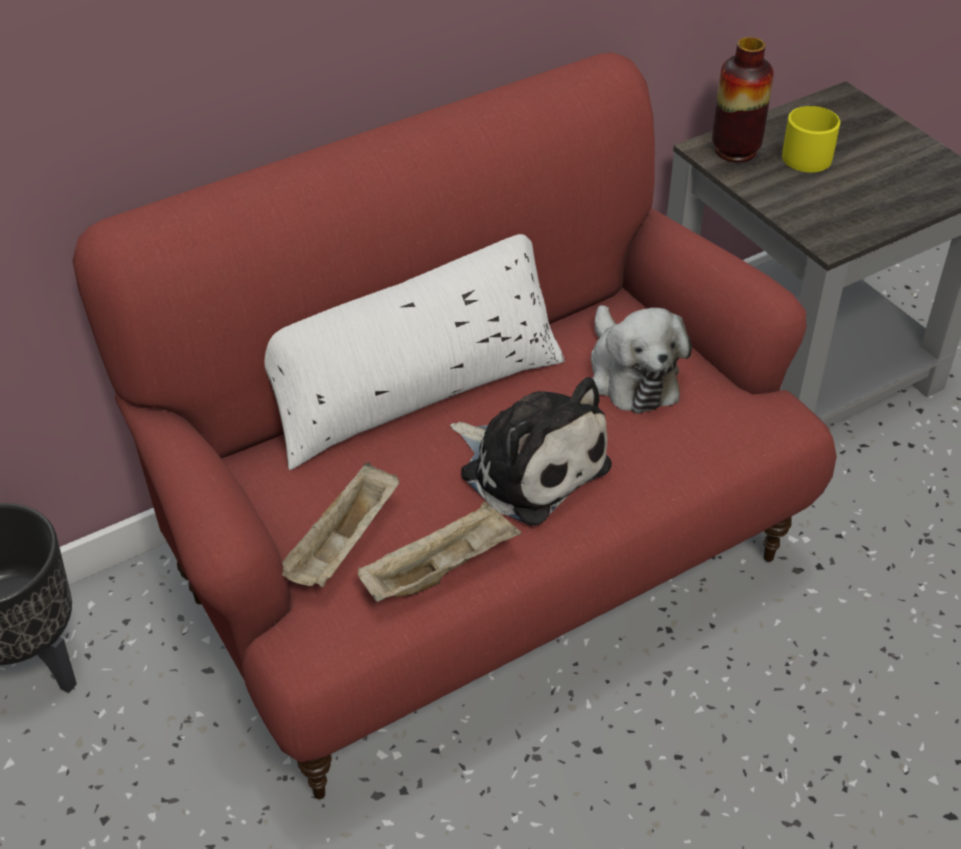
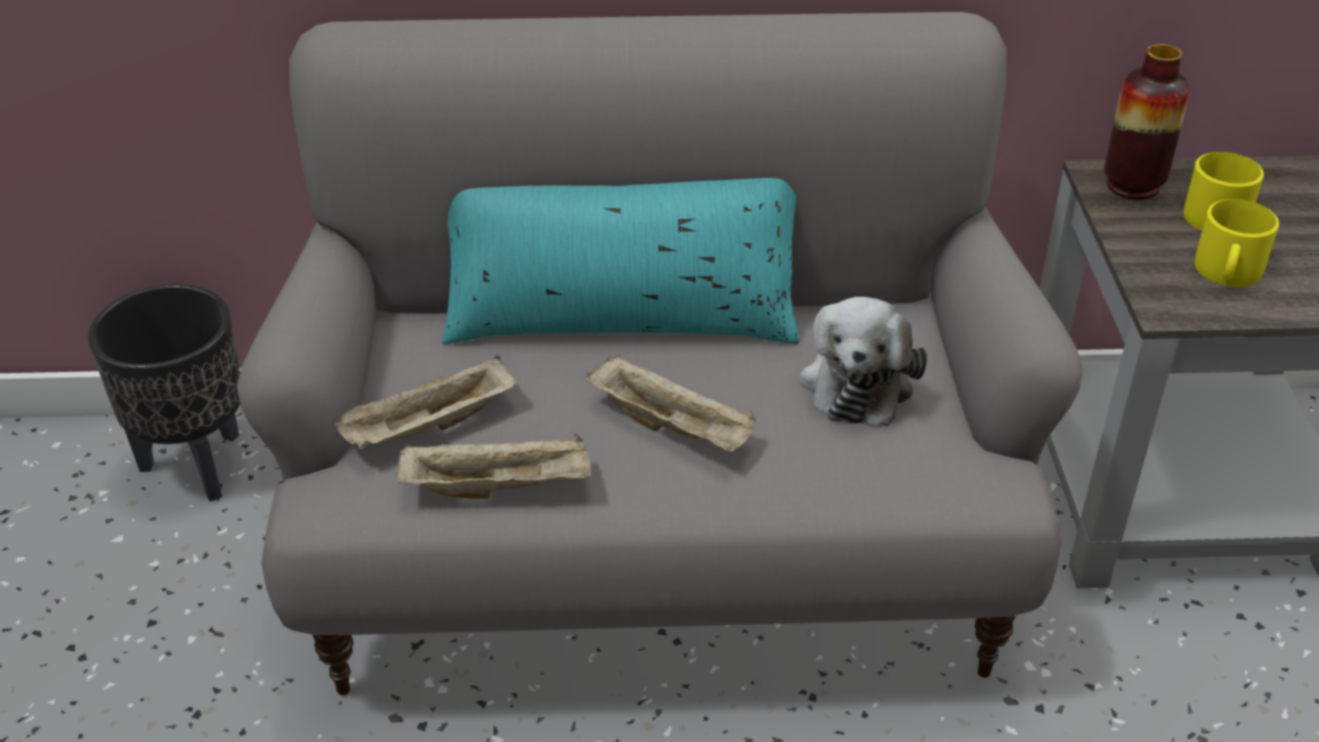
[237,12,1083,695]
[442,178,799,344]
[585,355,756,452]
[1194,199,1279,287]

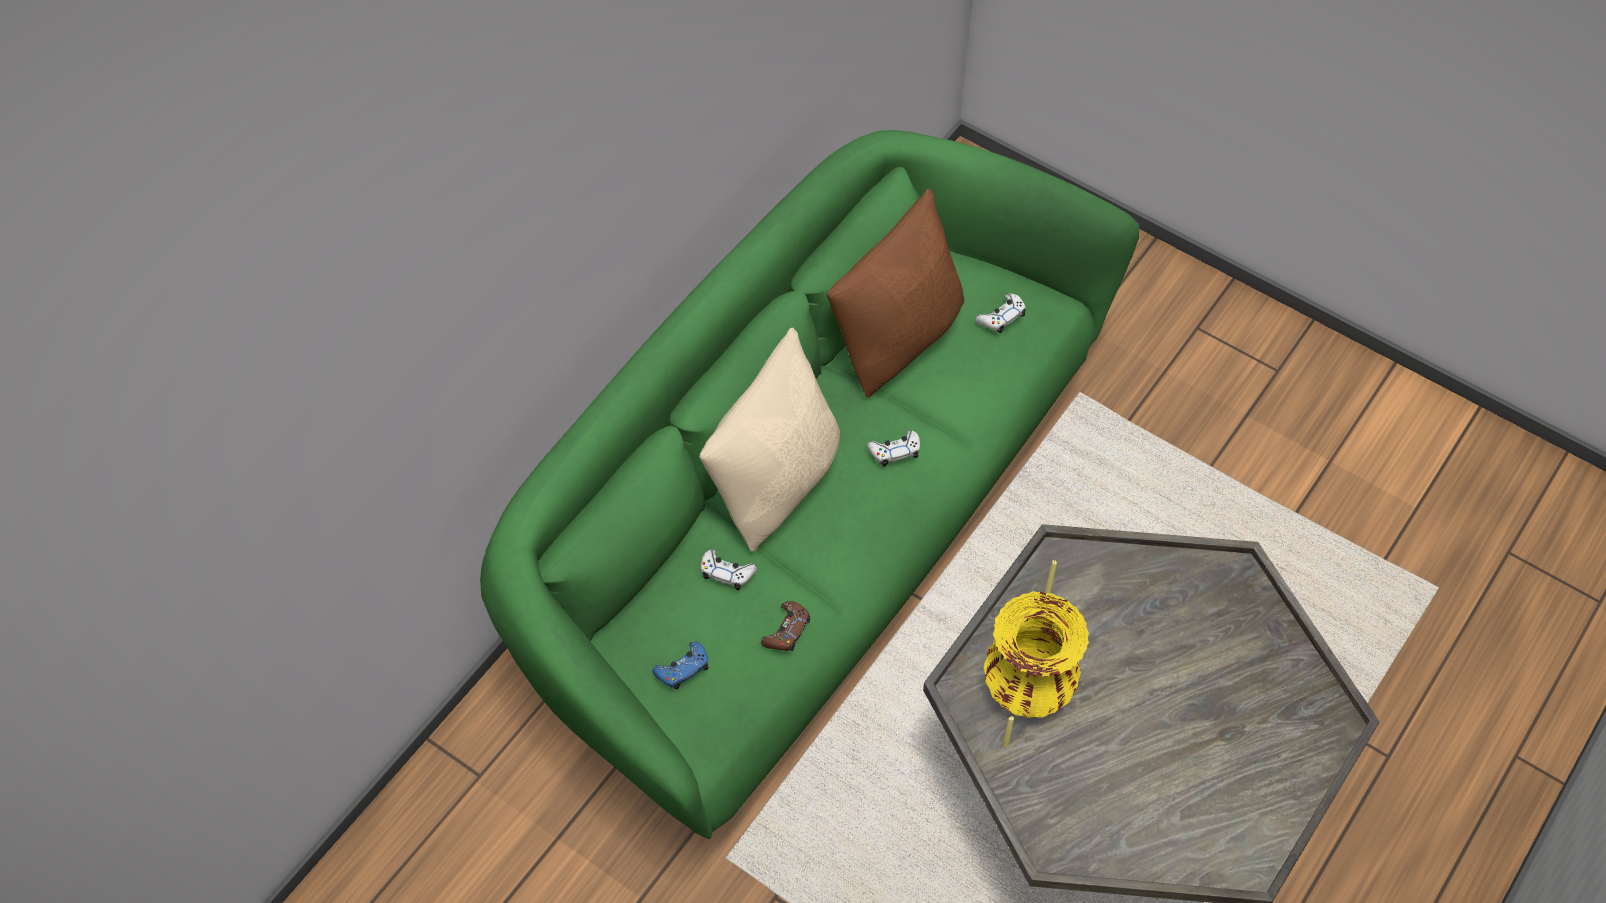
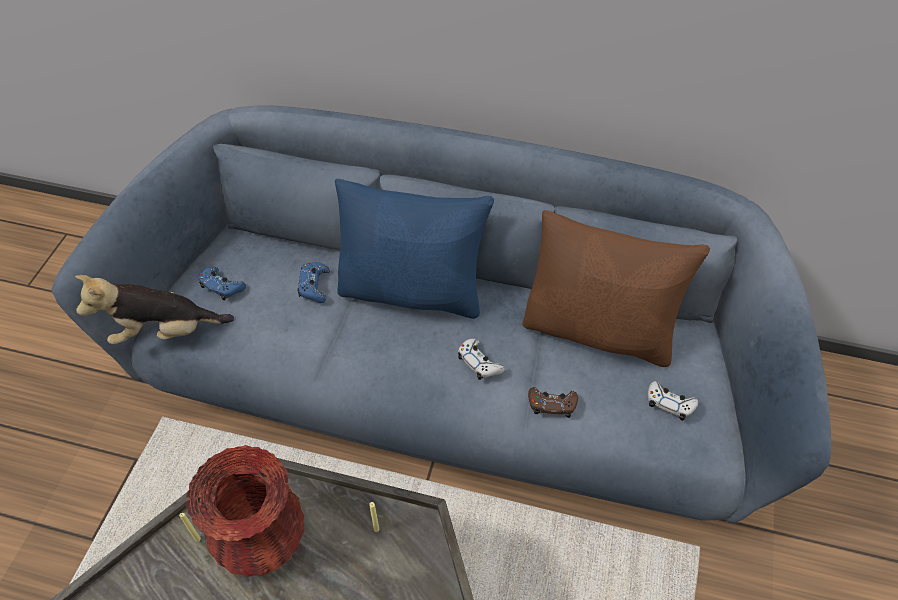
[51,105,831,523]
[75,275,234,345]
[186,445,304,577]
[297,262,330,303]
[335,179,494,319]
[528,387,578,418]

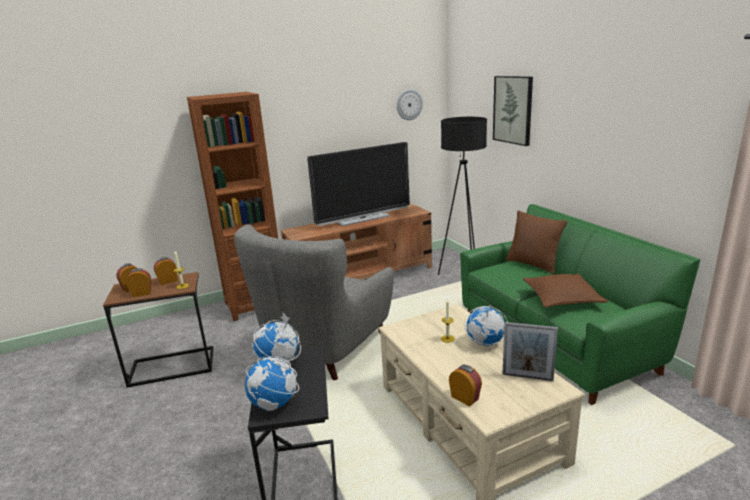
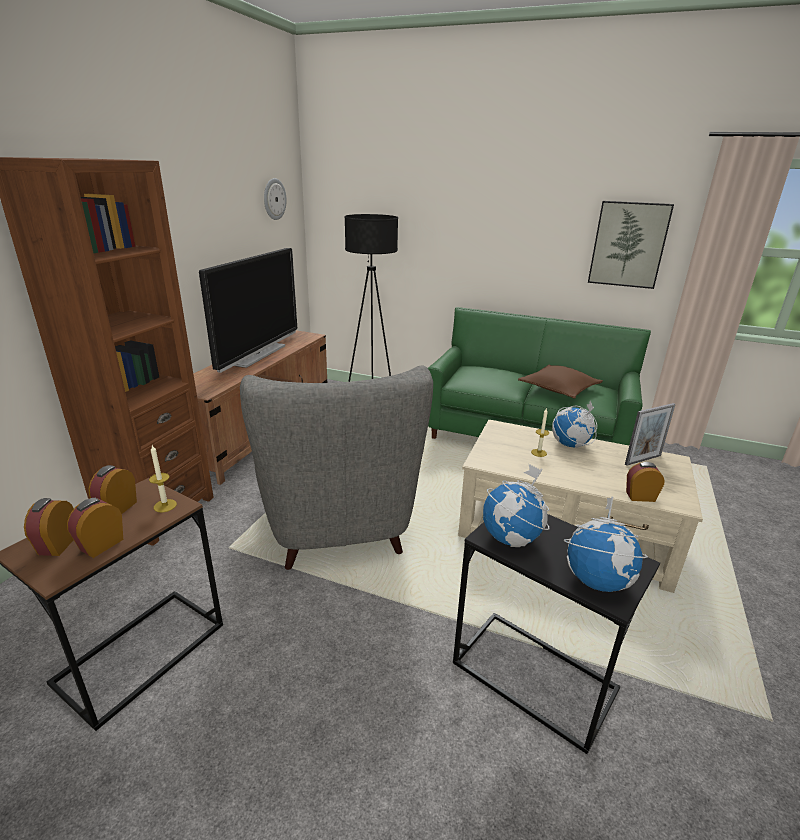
[588,201,674,289]
[506,210,567,274] (first image)

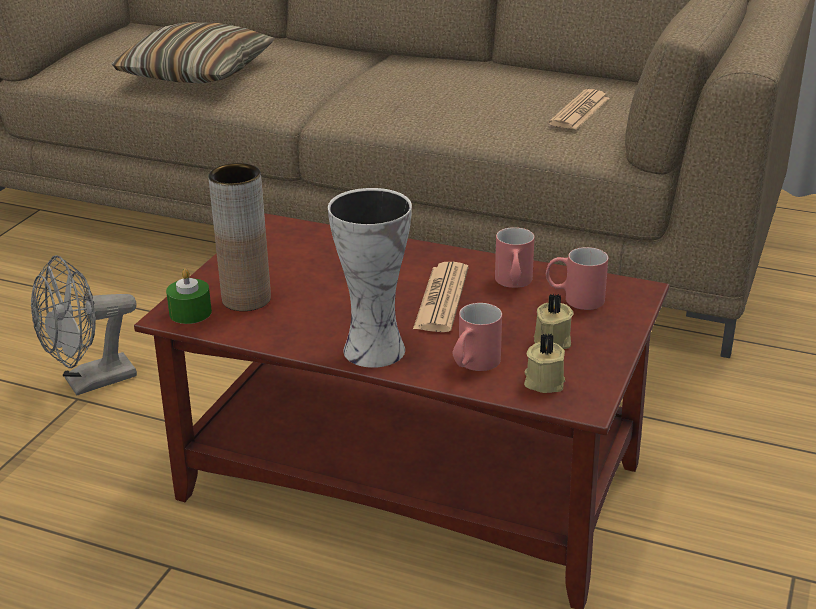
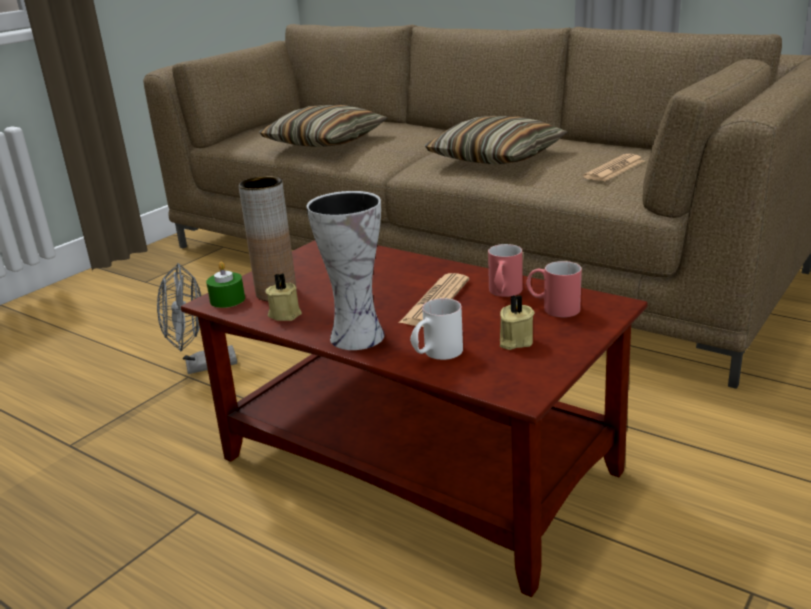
[265,273,302,321]
[410,298,463,360]
[424,116,568,165]

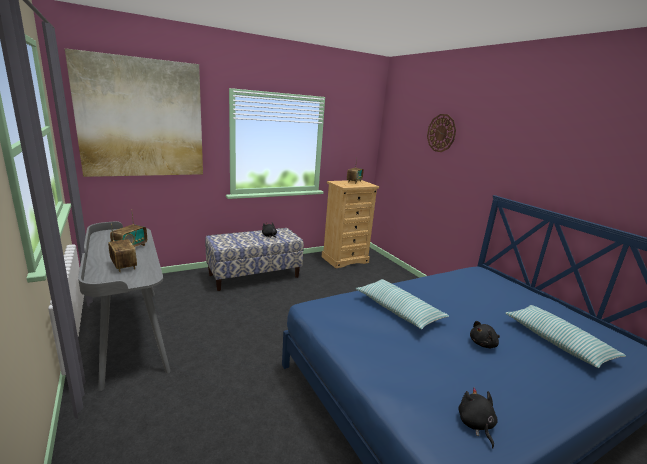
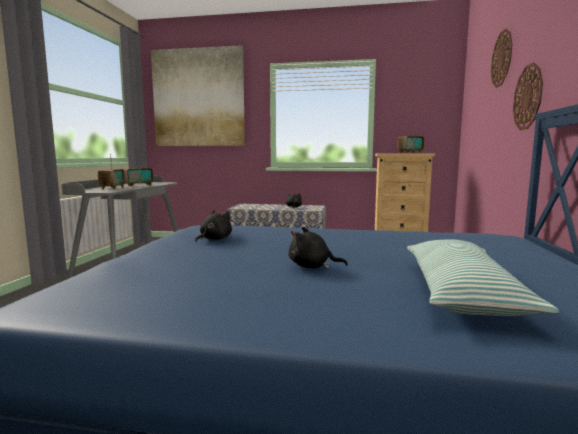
[195,210,232,242]
[513,62,543,130]
[356,279,449,329] (first image)

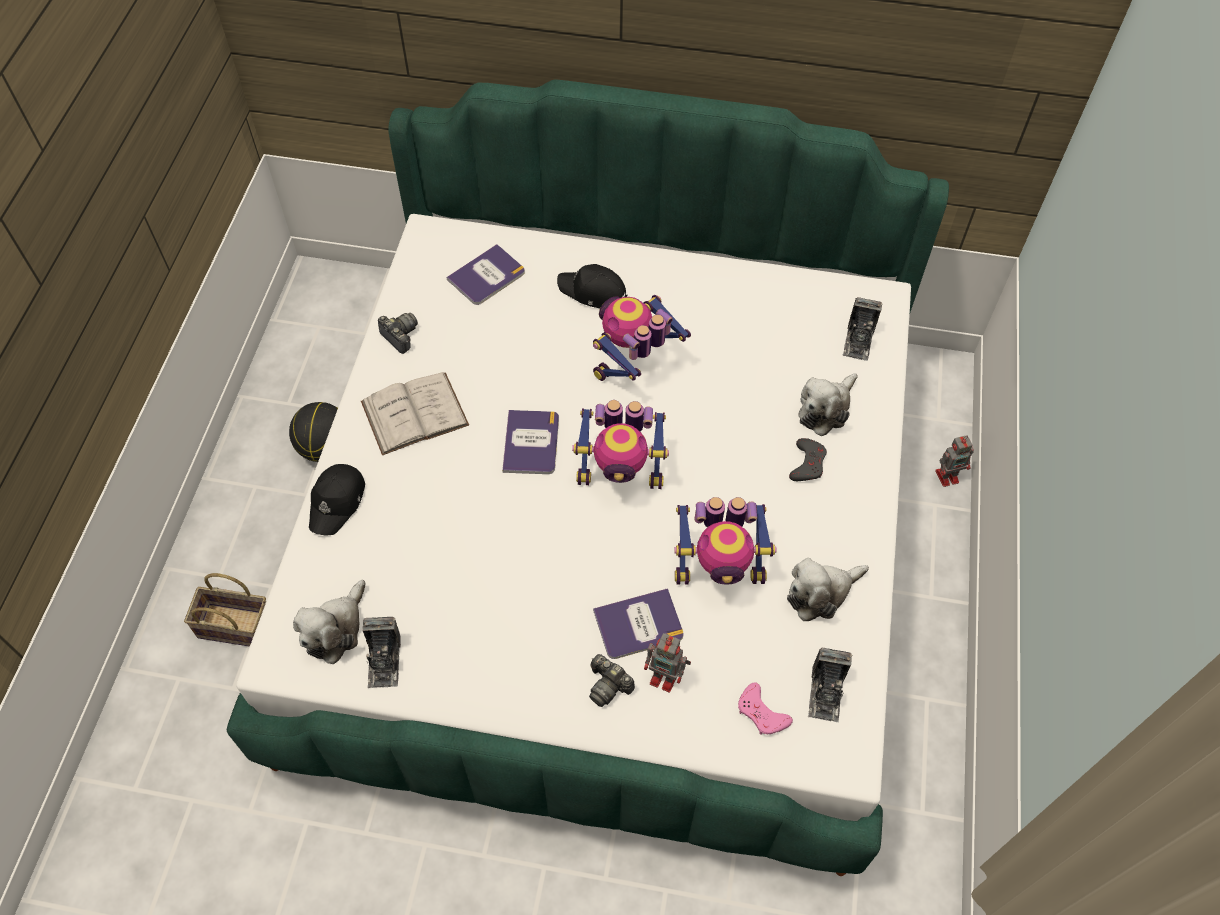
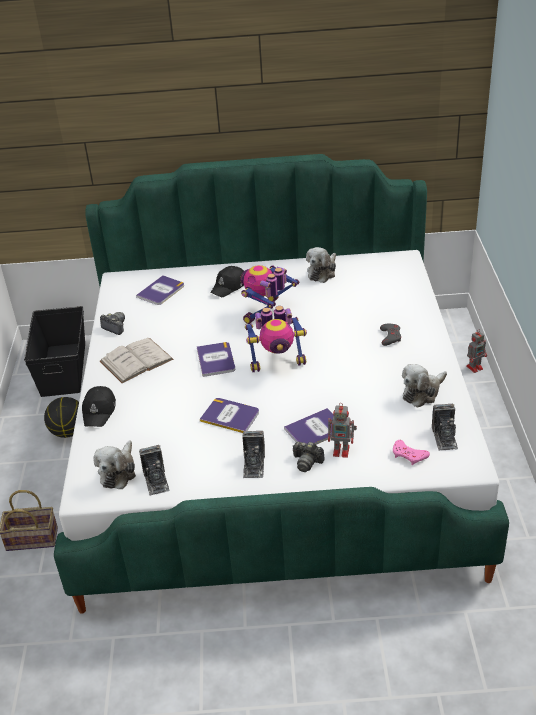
[24,306,85,397]
[200,398,259,433]
[210,266,244,297]
[243,431,265,478]
[306,247,336,283]
[674,497,776,585] (first image)

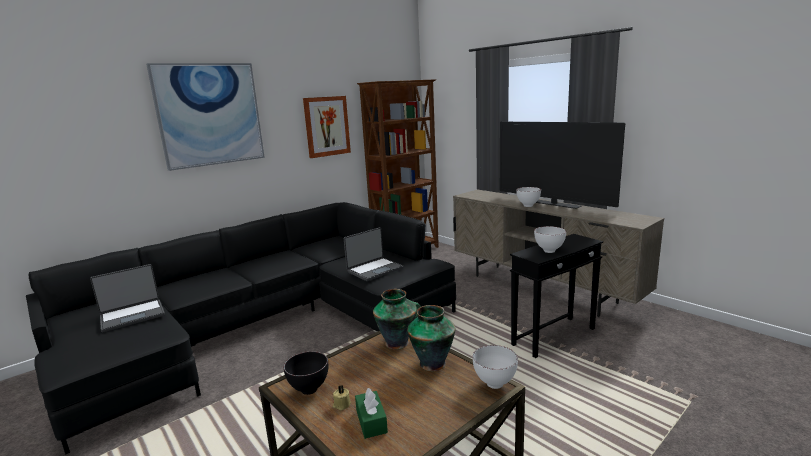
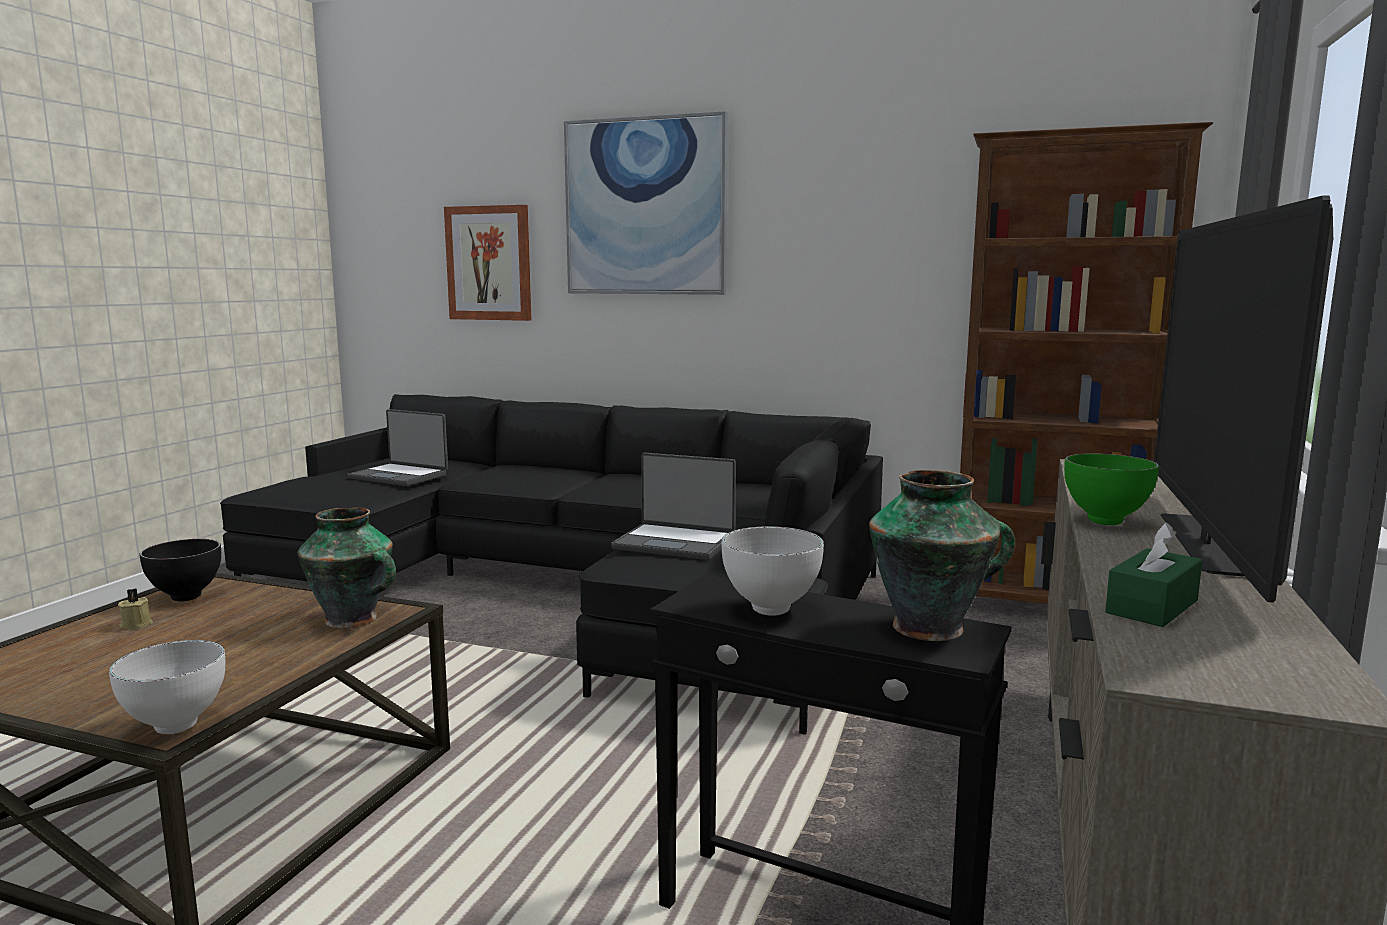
[444,205,532,321]
[869,470,1015,641]
[1064,453,1159,525]
[1105,523,1202,627]

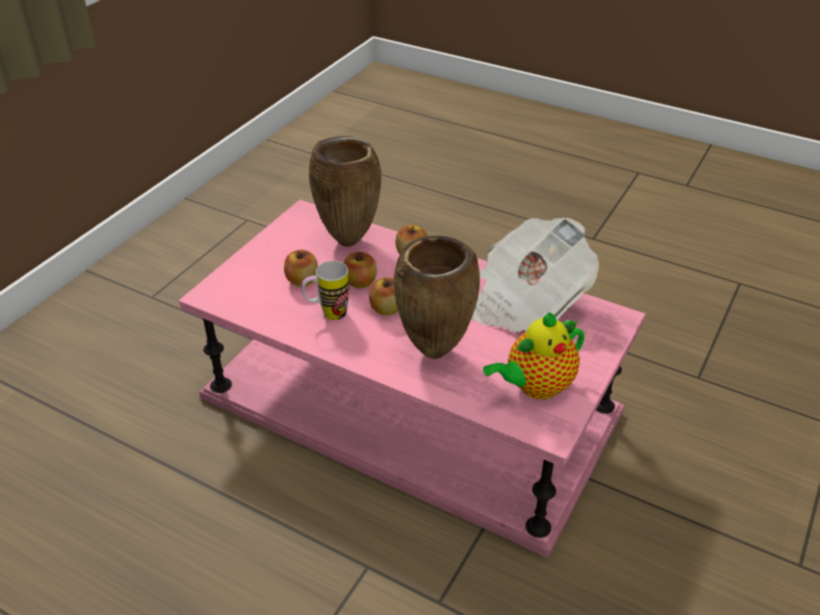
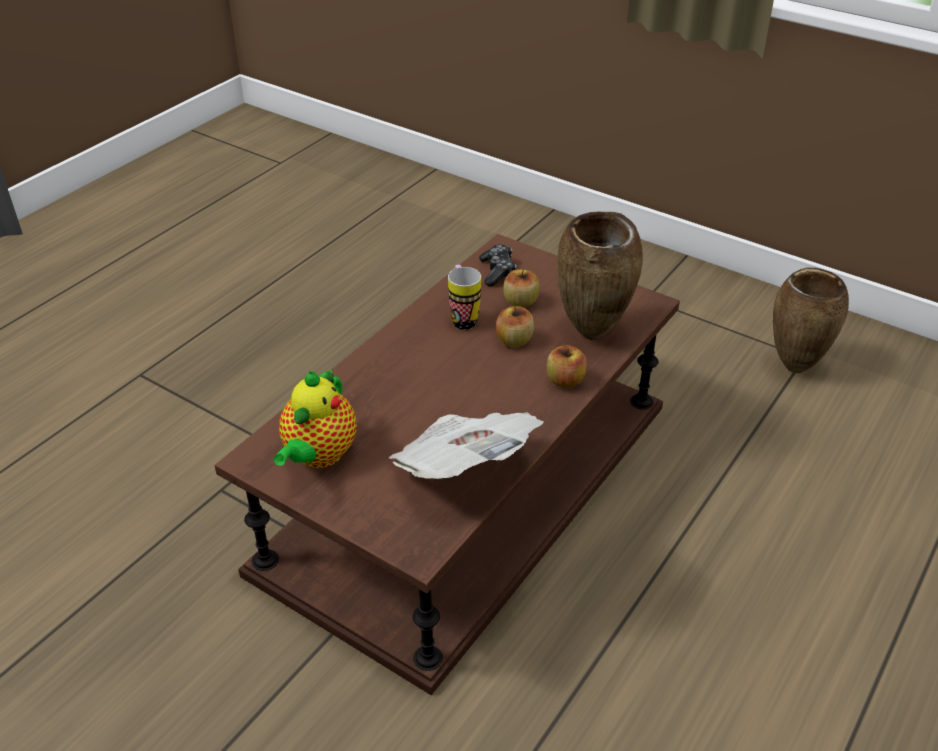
[214,234,680,695]
[273,368,357,468]
[479,244,517,286]
[773,267,849,373]
[369,277,398,316] (first image)

